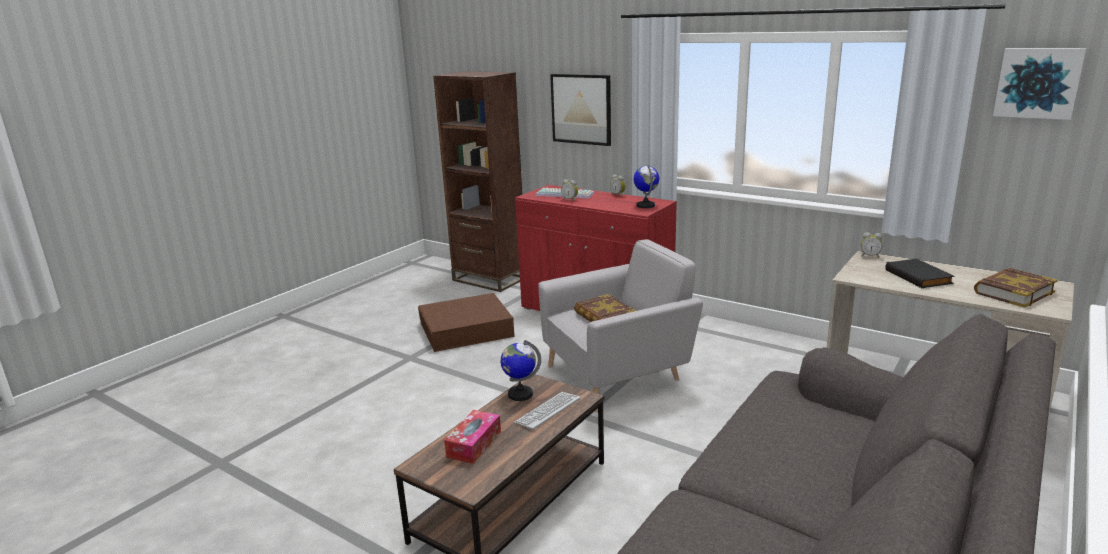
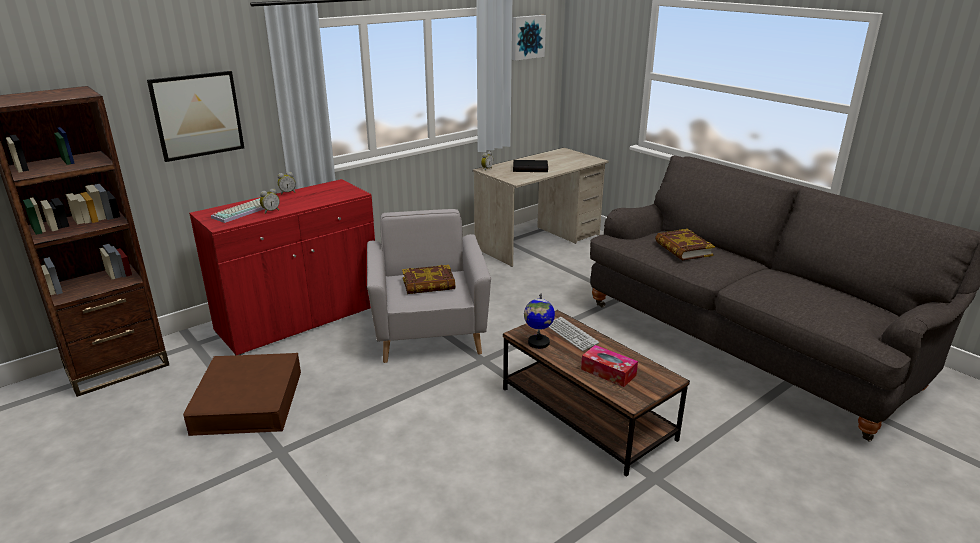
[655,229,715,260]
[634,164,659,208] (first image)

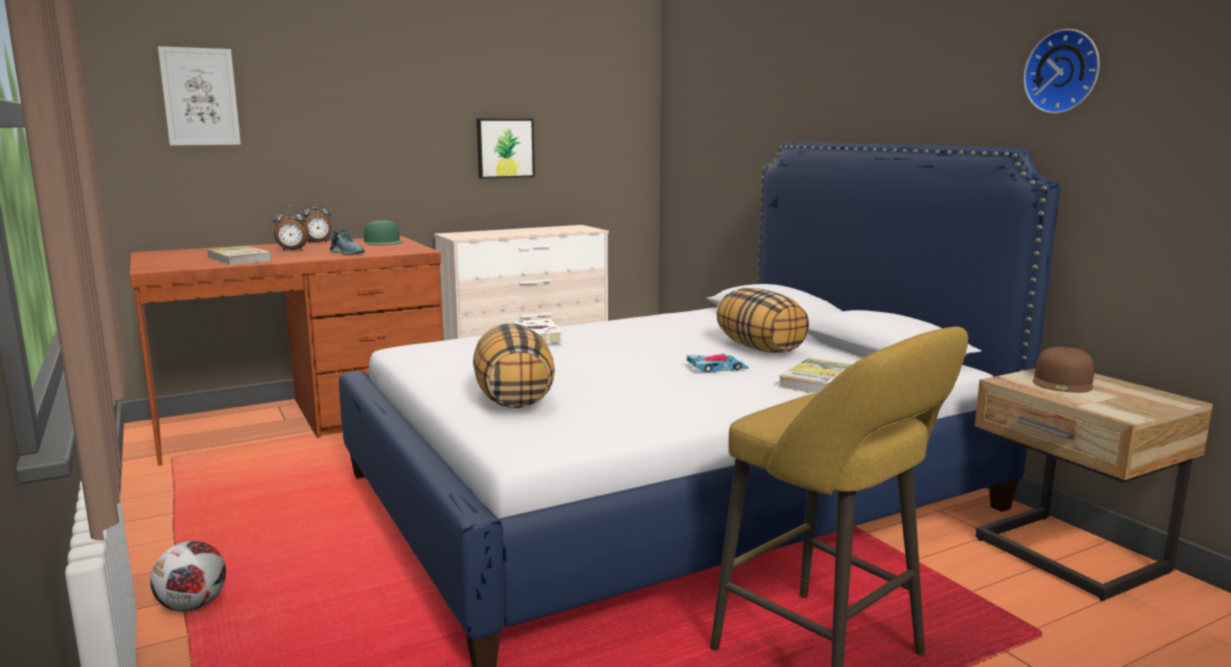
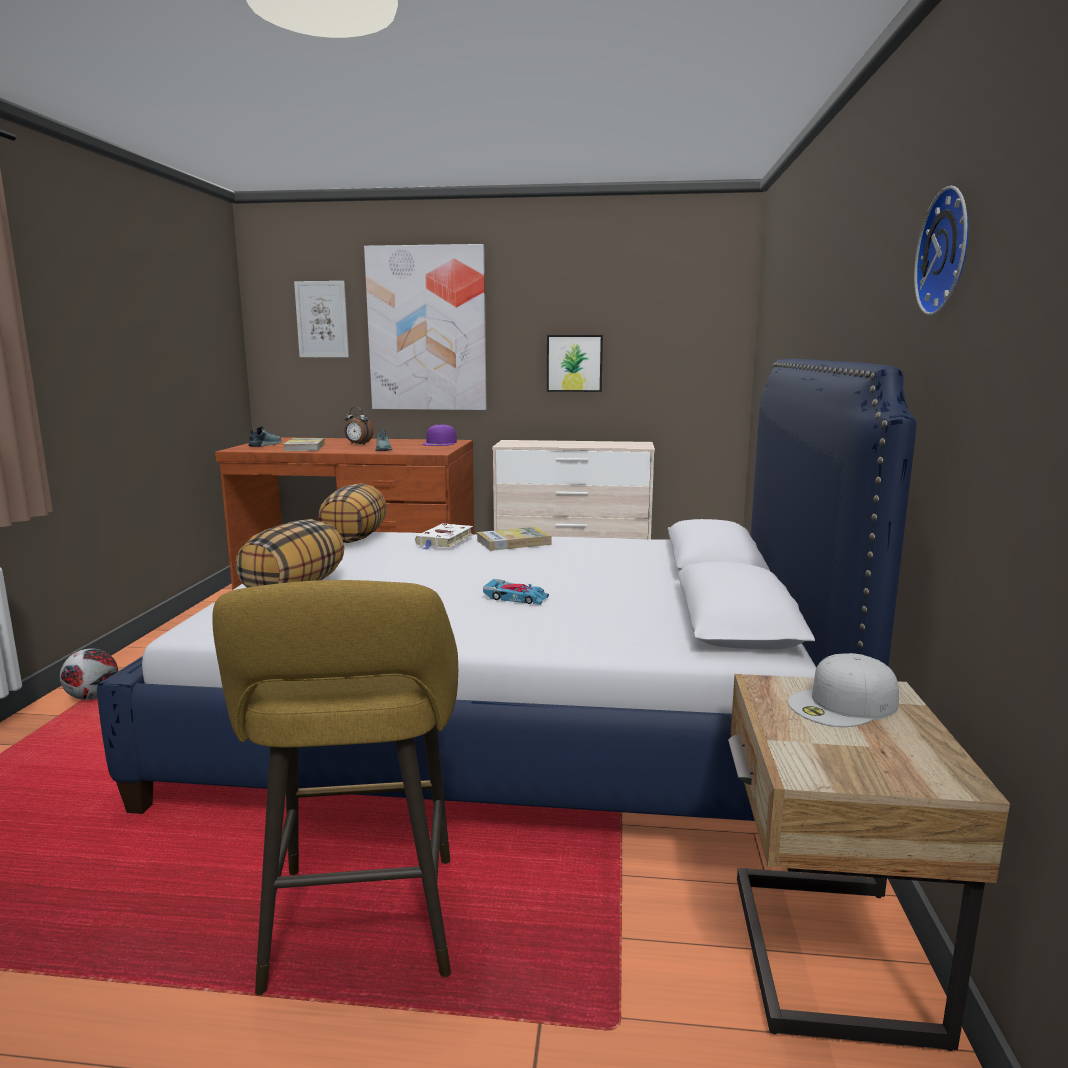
[248,426,282,447]
[318,483,387,543]
[364,244,487,410]
[423,424,457,446]
[476,527,551,551]
[788,653,899,727]
[301,200,332,244] (first image)

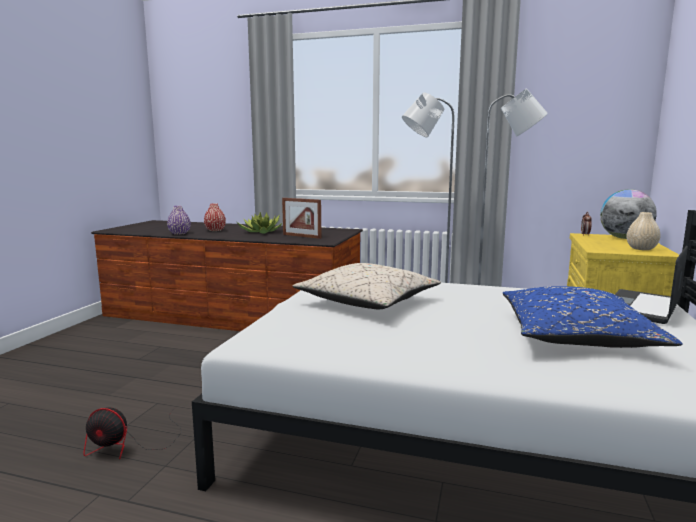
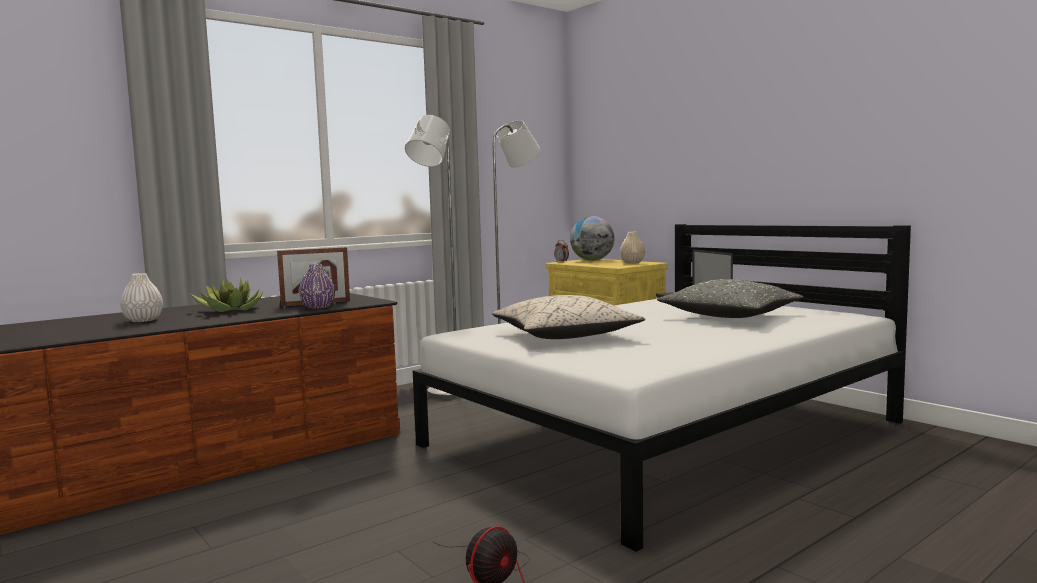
[120,273,163,322]
[299,264,335,309]
[657,279,804,318]

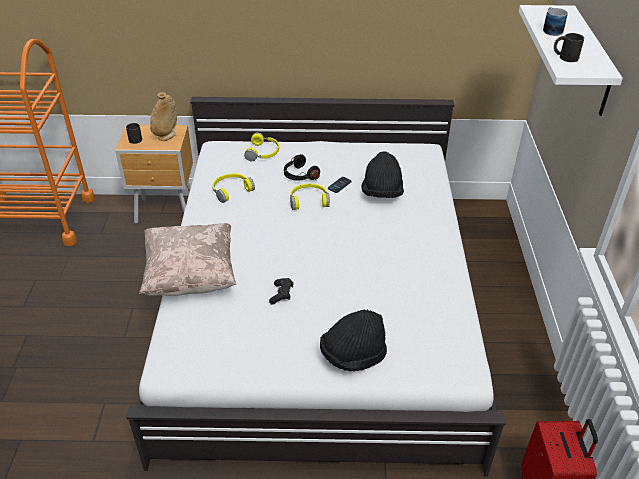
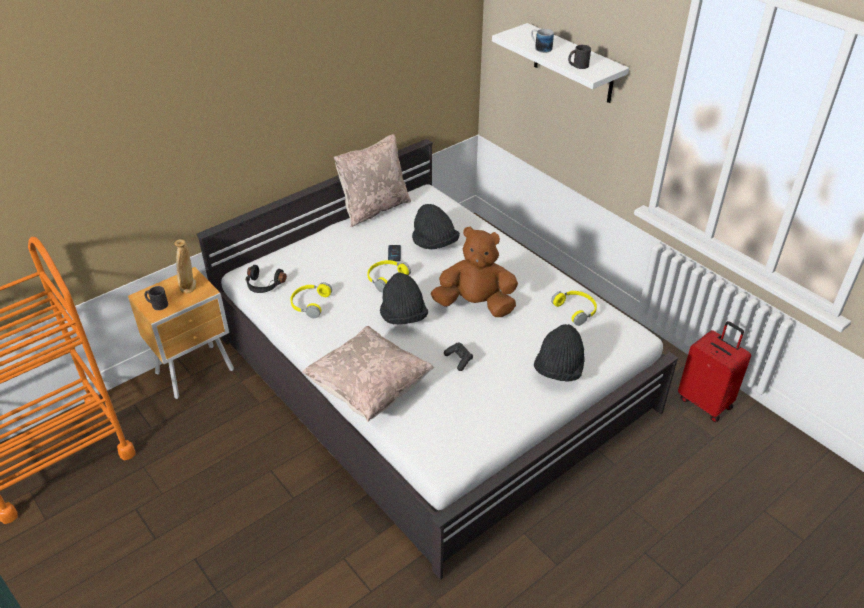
[246,265,287,293]
[334,134,411,227]
[380,272,428,325]
[431,227,518,317]
[551,291,597,326]

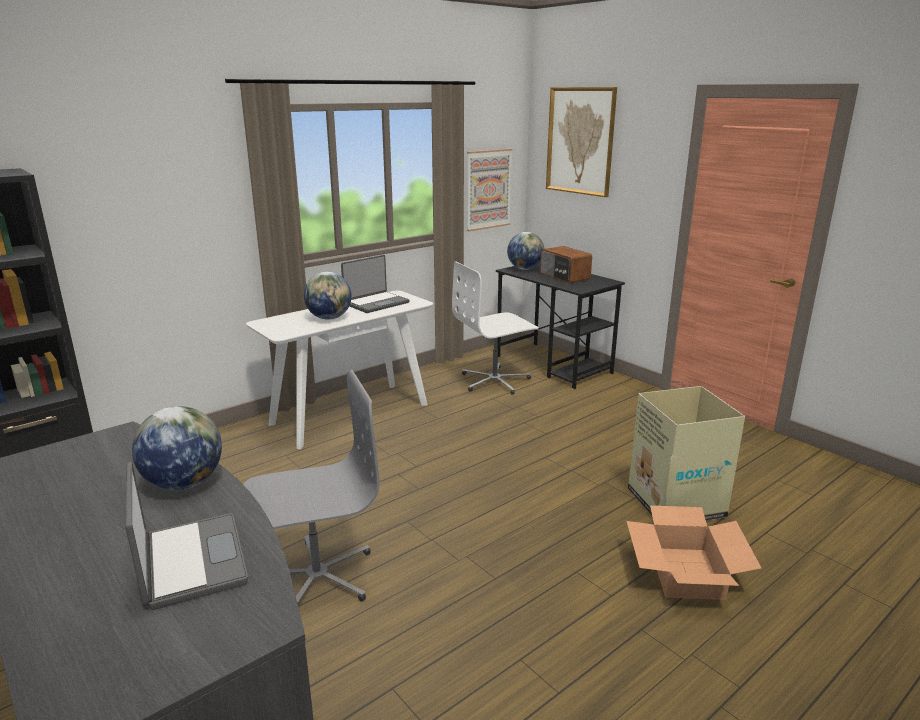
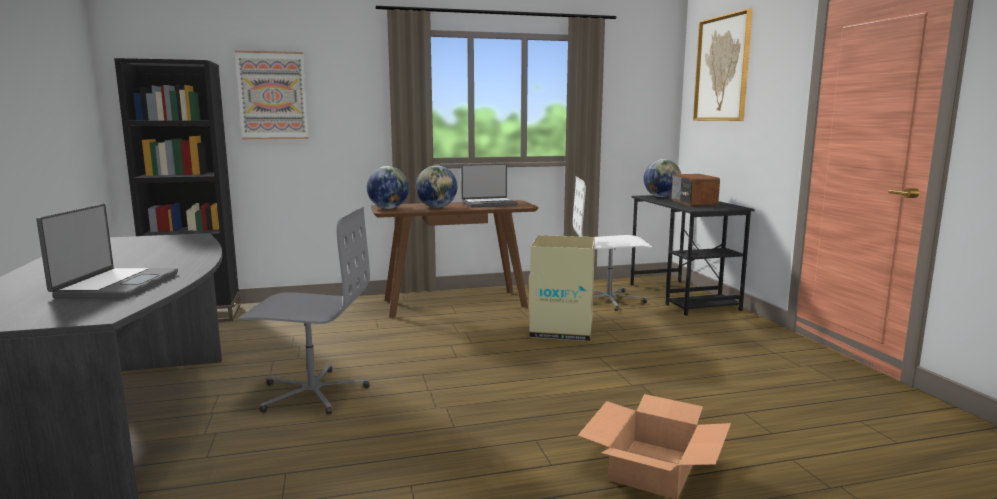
[235,50,309,139]
[367,166,409,209]
[371,200,539,318]
[528,235,595,341]

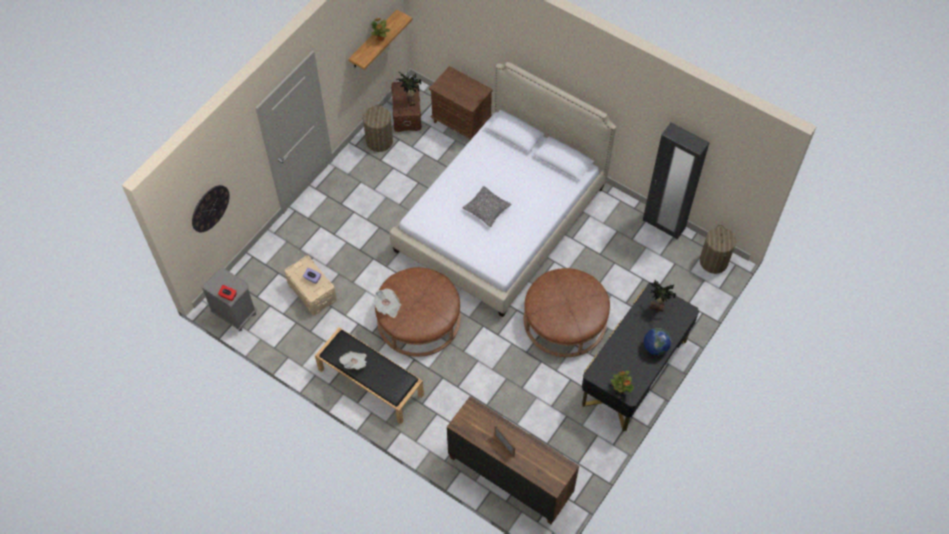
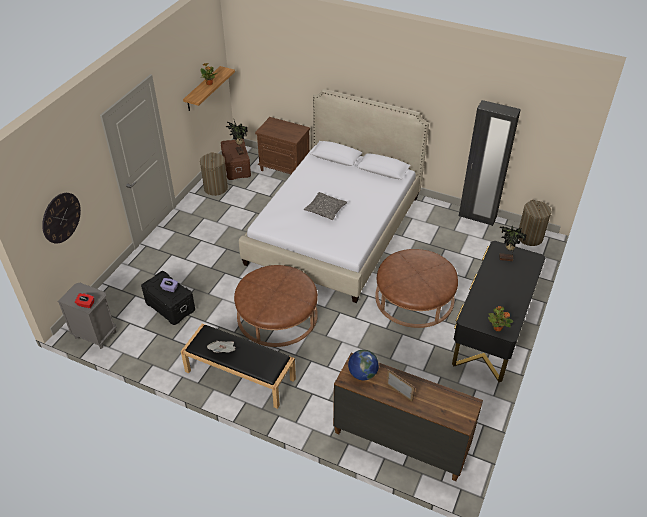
[141,271,195,325]
[348,350,379,380]
[373,289,402,318] (first image)

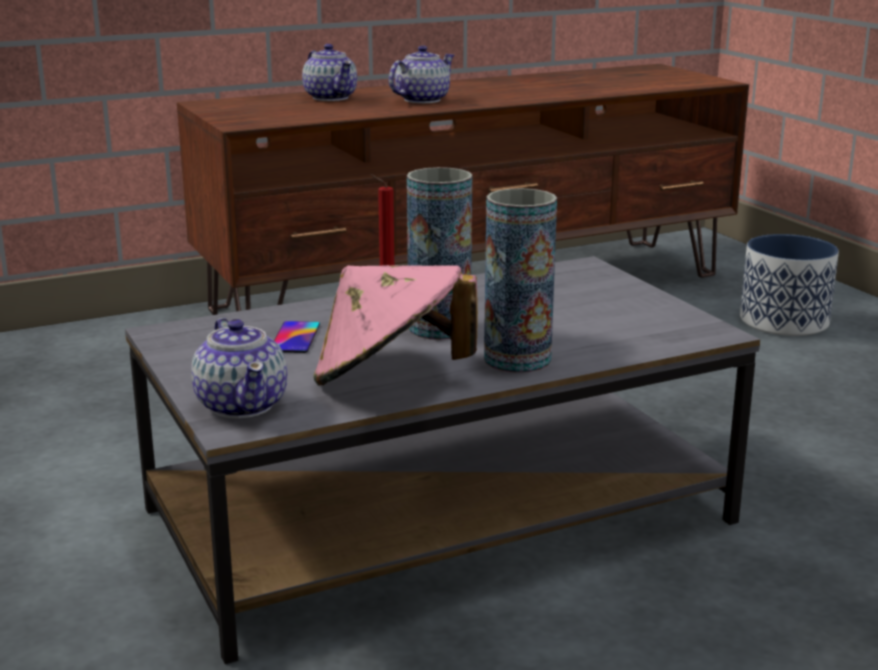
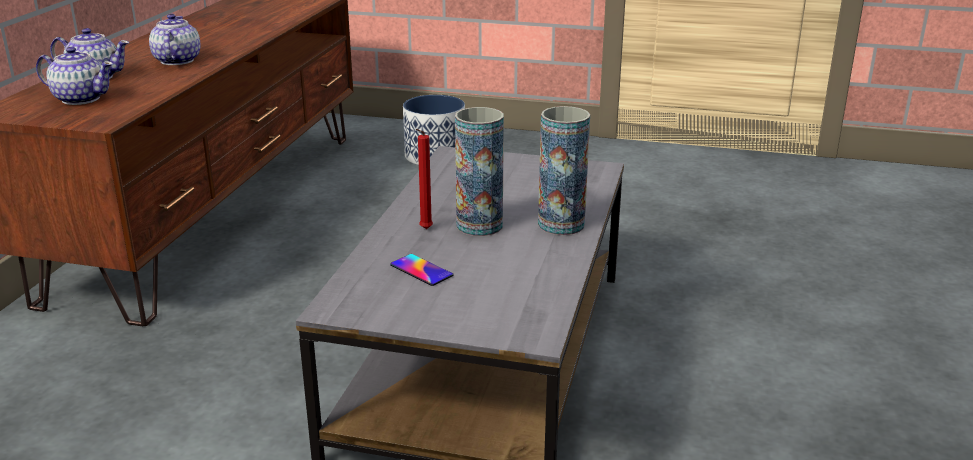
[36,47,113,105]
[313,265,478,386] (first image)

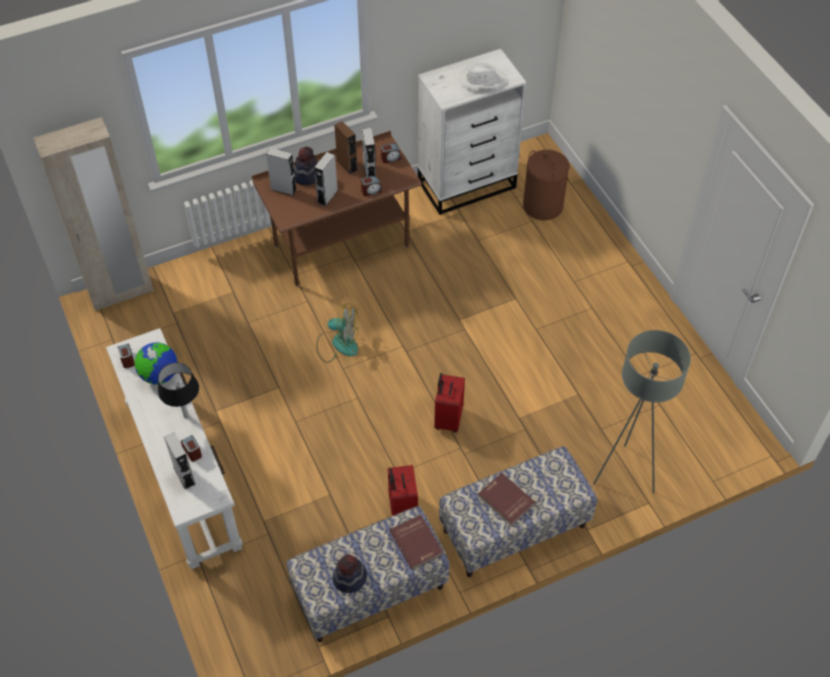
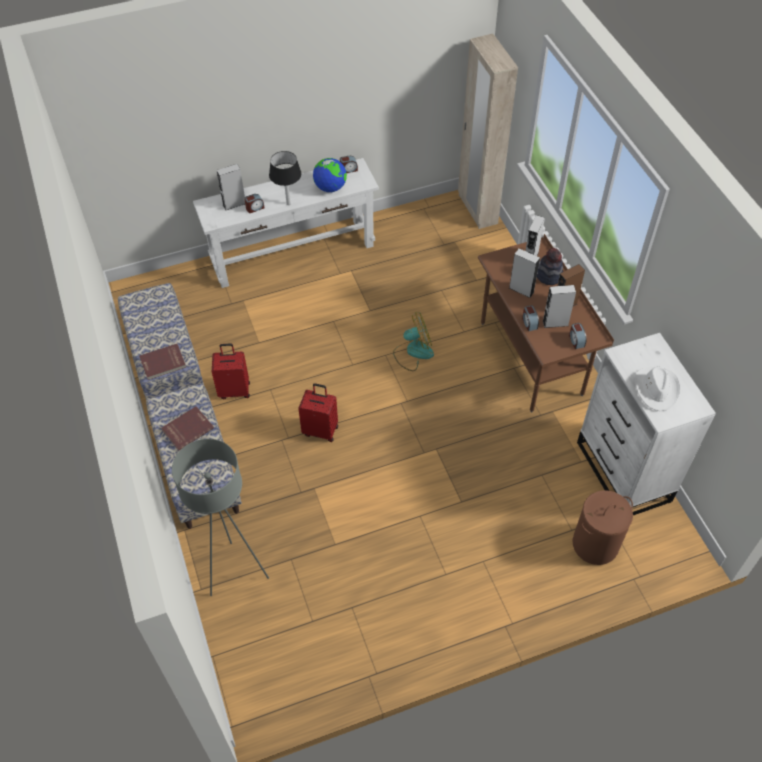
[393,312,434,371]
[333,554,367,593] (first image)

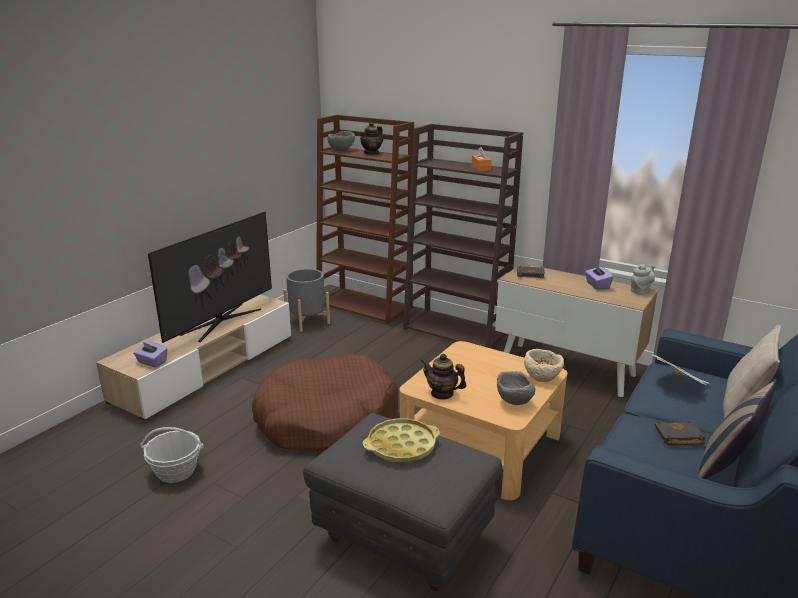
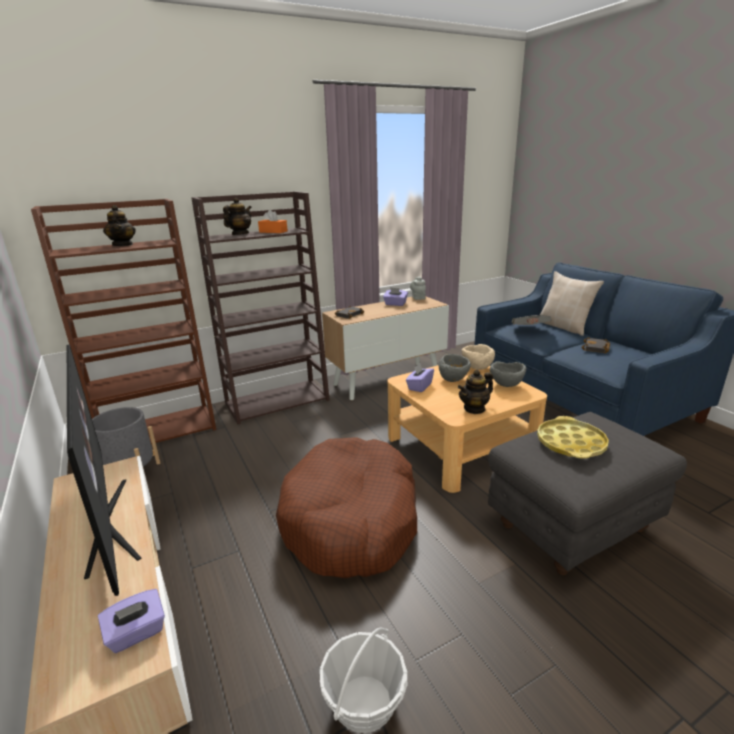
[223,198,252,235]
[406,363,434,392]
[439,354,471,382]
[698,379,777,479] (first image)

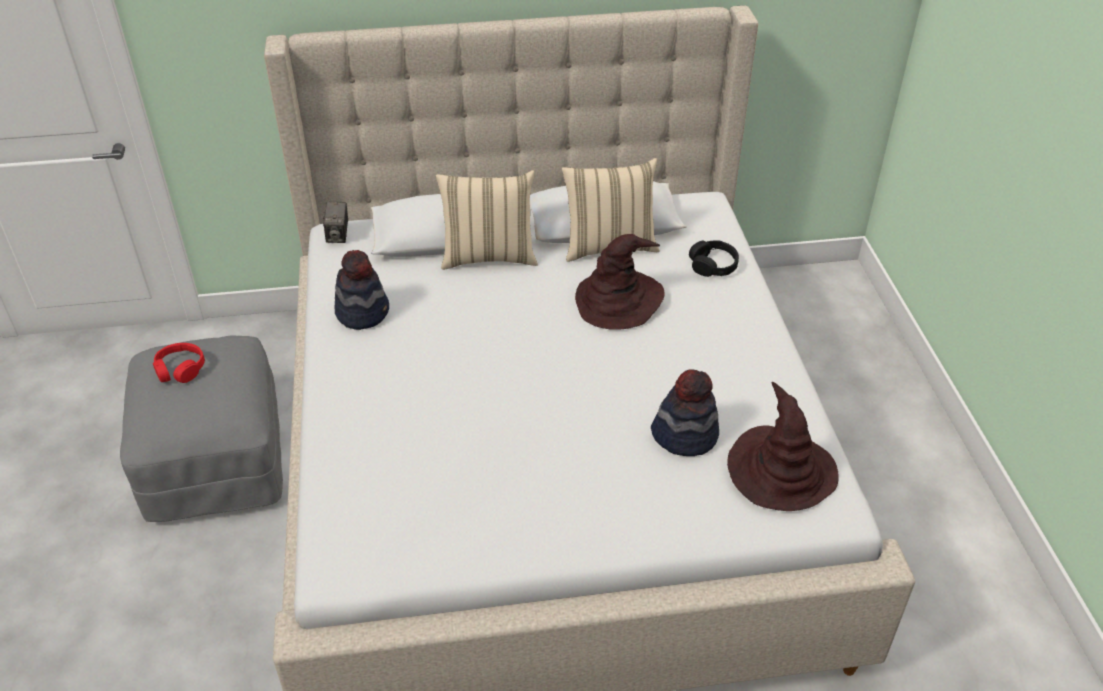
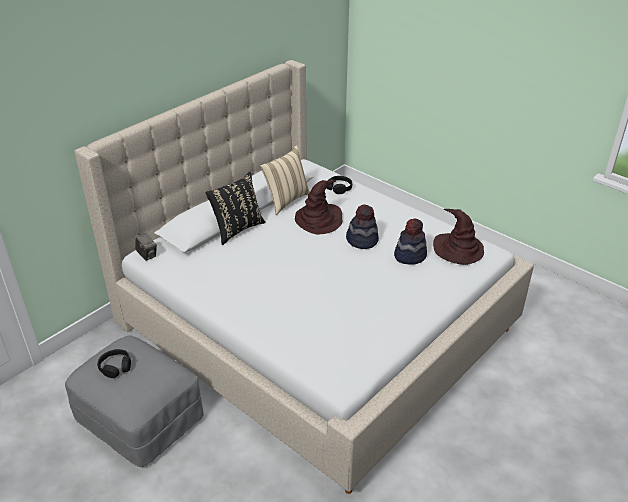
[97,349,131,378]
[206,172,265,245]
[346,204,379,249]

